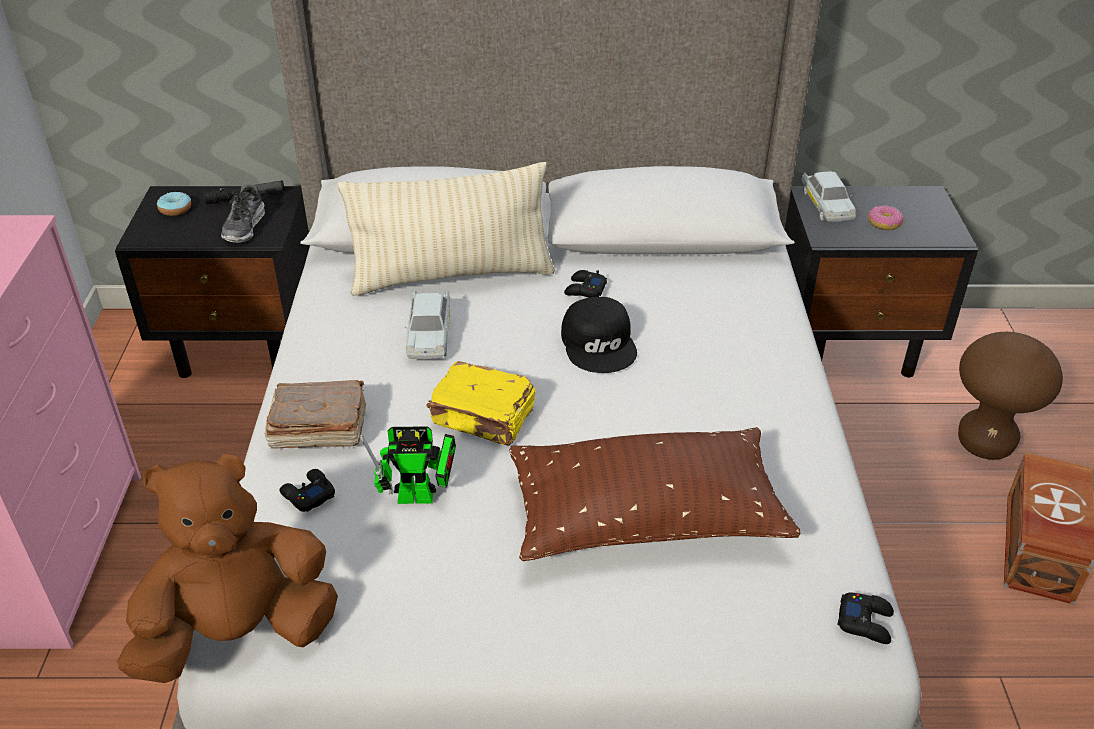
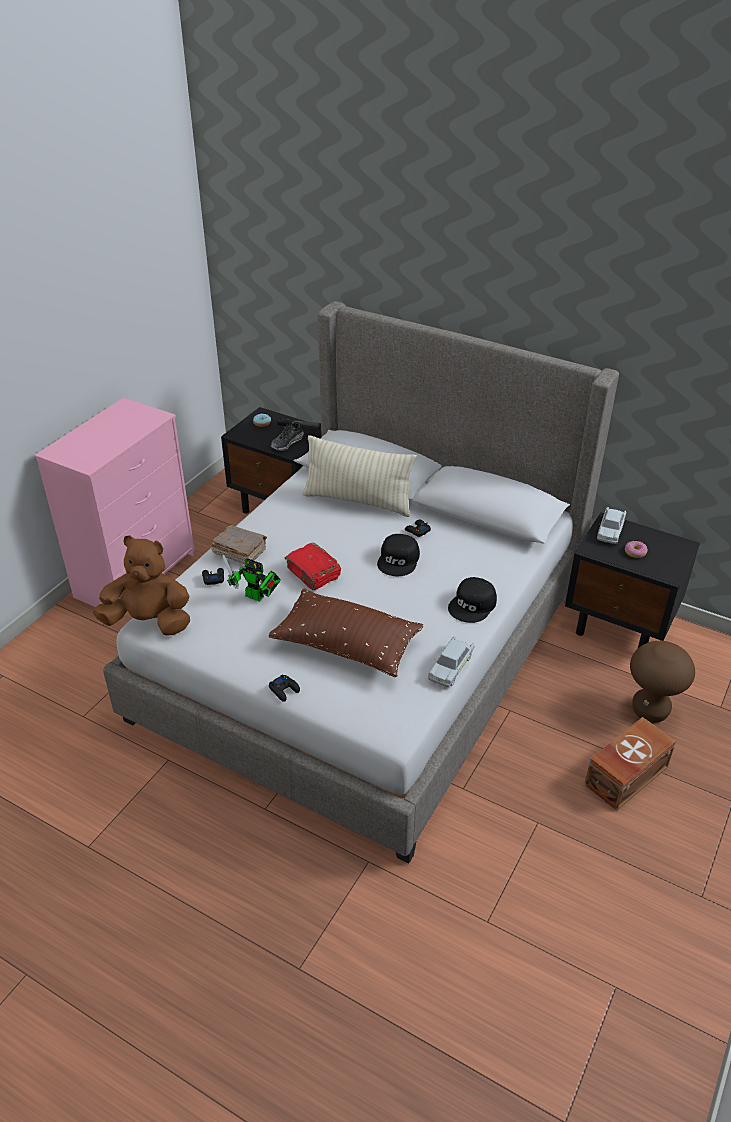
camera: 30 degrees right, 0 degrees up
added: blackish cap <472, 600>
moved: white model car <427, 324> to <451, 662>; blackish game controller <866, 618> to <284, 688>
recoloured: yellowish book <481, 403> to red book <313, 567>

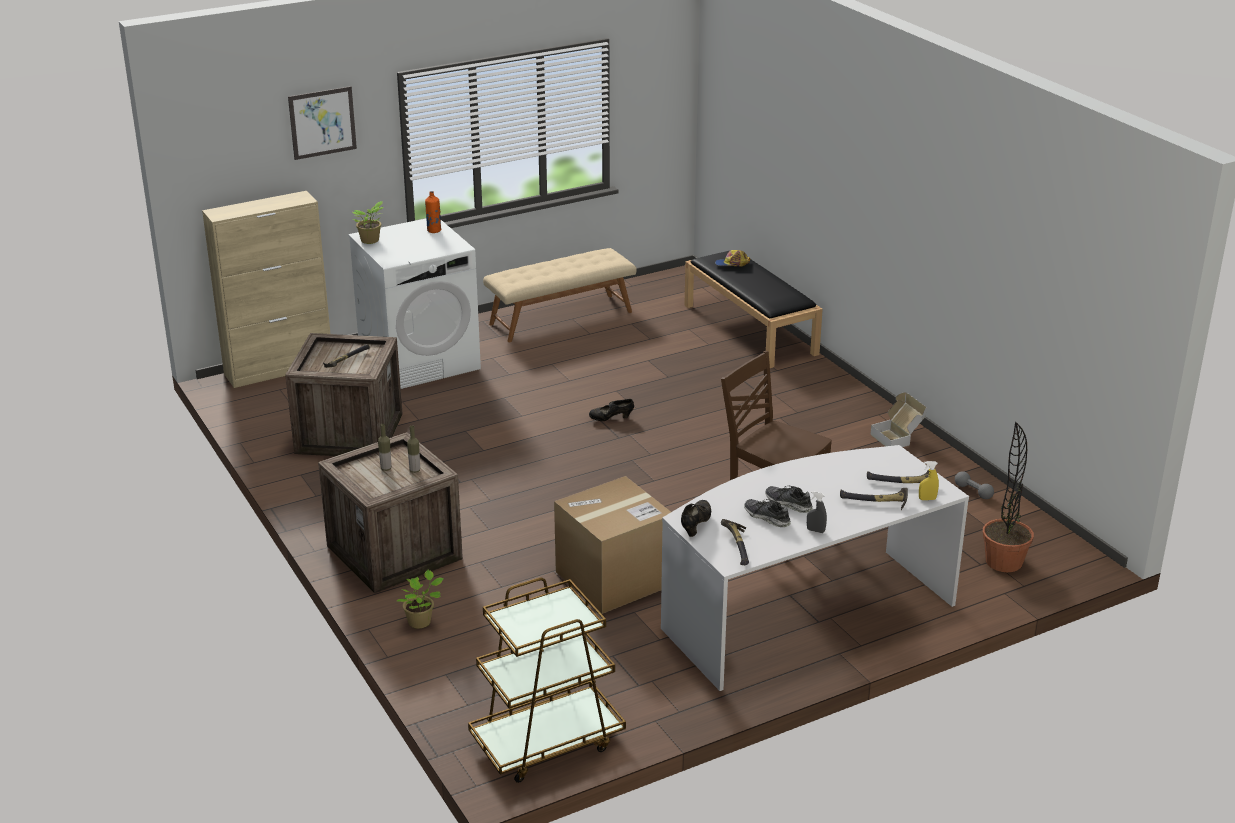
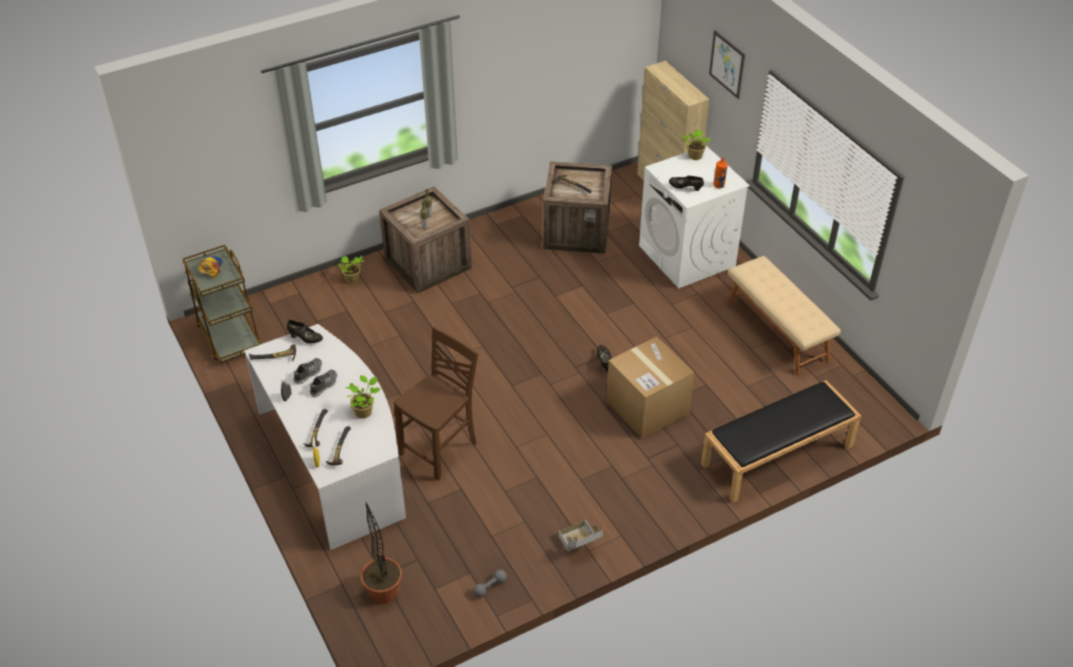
camera: 90 degrees right, 15 degrees up
added: blackish item of footwear <686, 183>; houseplant <363, 397>
moved: cap <732, 258> to <210, 267>; packing box <612, 545> to <650, 387>

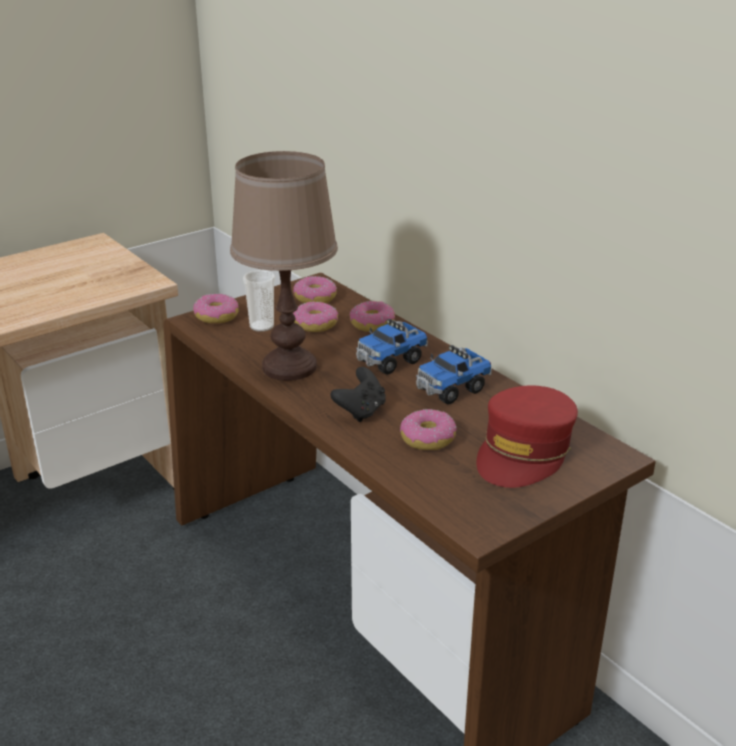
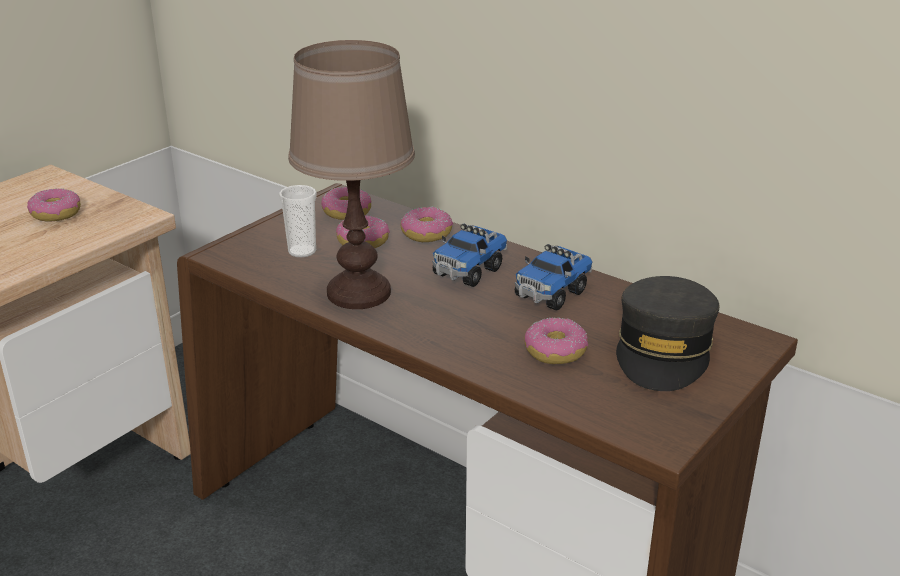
camera: 15 degrees left, 0 degrees up
removed: blackish game controller <358, 394>
moved: doughnut <216, 309> to <54, 205>
recoloured: red cap <527, 436> to gray cap <667, 333>

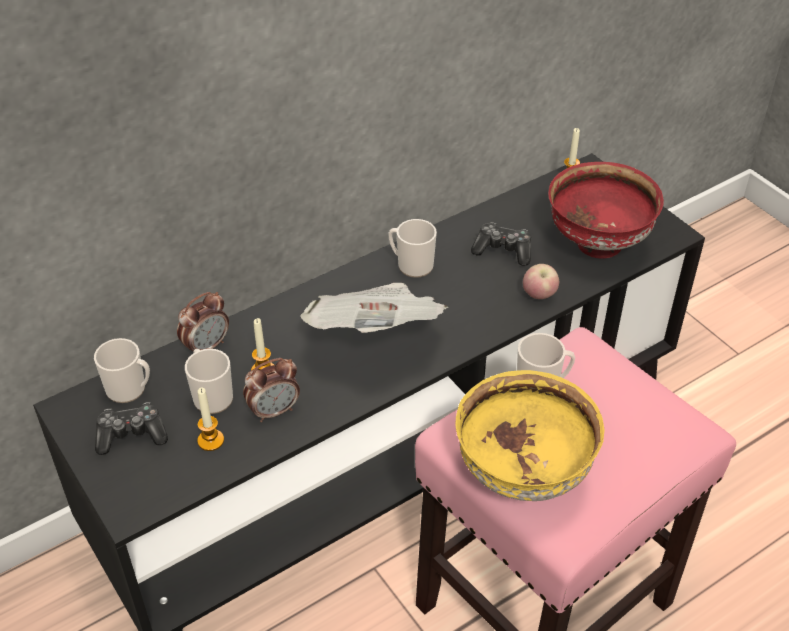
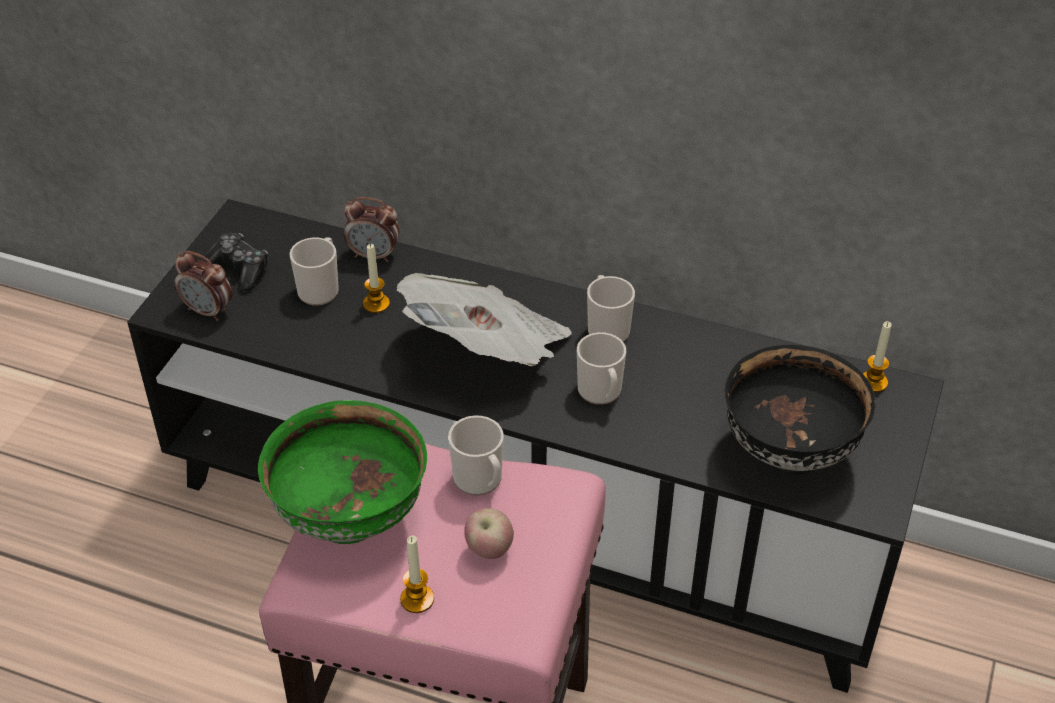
camera: 55 degrees right, 0 degrees up
removed: game controller <501, 244>
moved: apple fruit <541, 281> to <489, 533>; tea mug <122, 370> to <601, 368>; alarm clock <271, 390> to <203, 286>; candle <210, 419> to <417, 574>
recoloured: red serving bowl <606, 210> to blackish serving bowl <800, 409>; yellowish serving bowl <530, 435> to greenish serving bowl <342, 472>

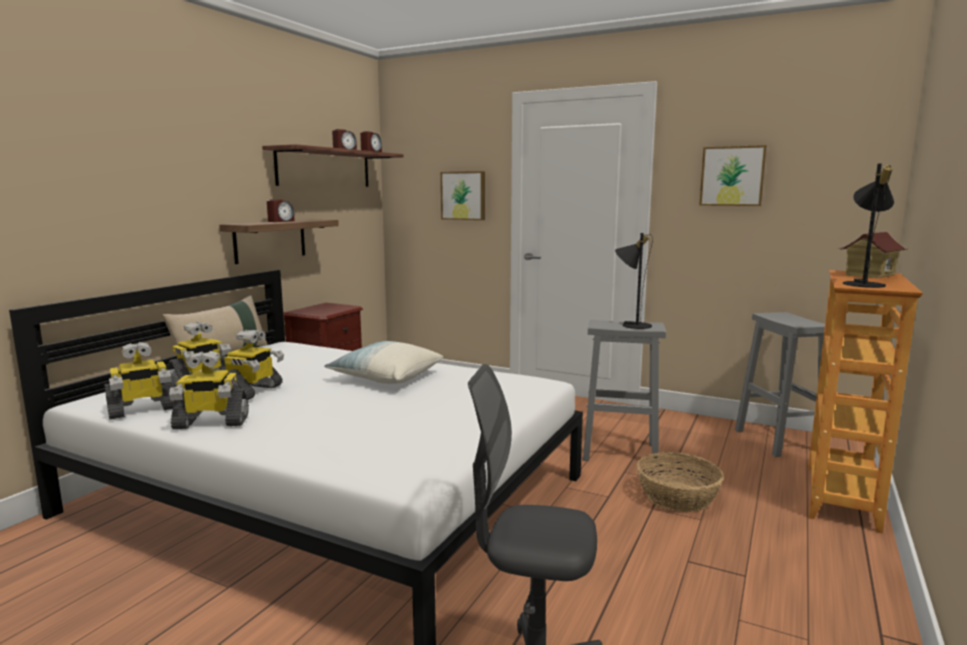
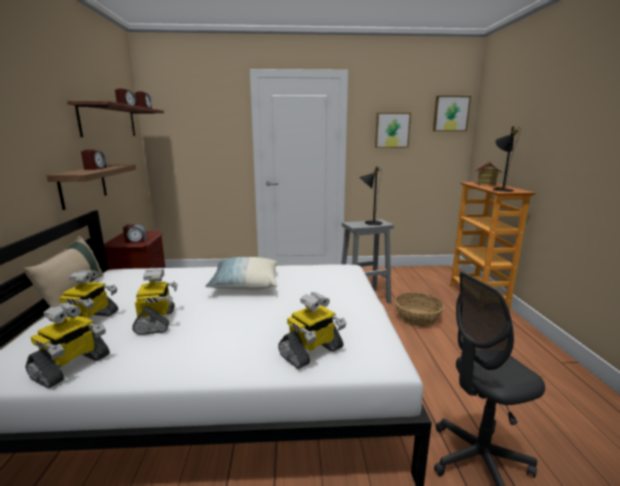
camera: 30 degrees left, 5 degrees up
removed: gray stool <780, 384>
added: alarm clock <135, 233>
moved: wall picture <463, 195> to <452, 113>; robot figure <209, 390> to <312, 330>

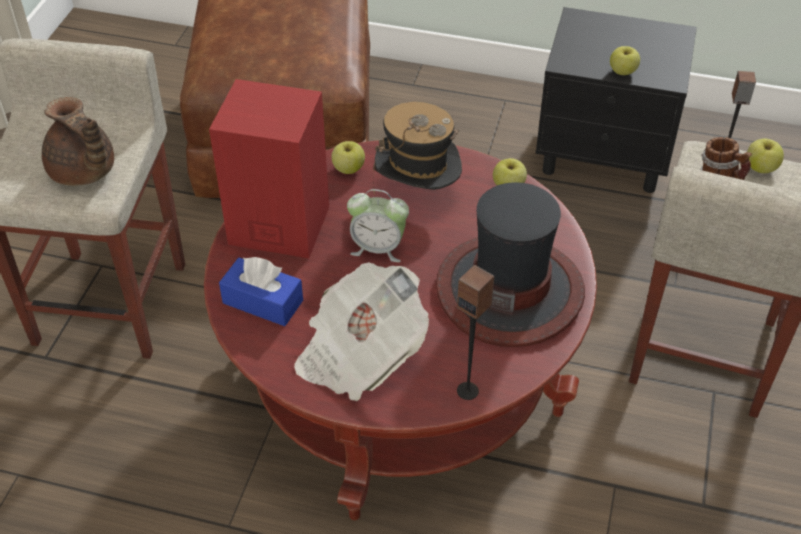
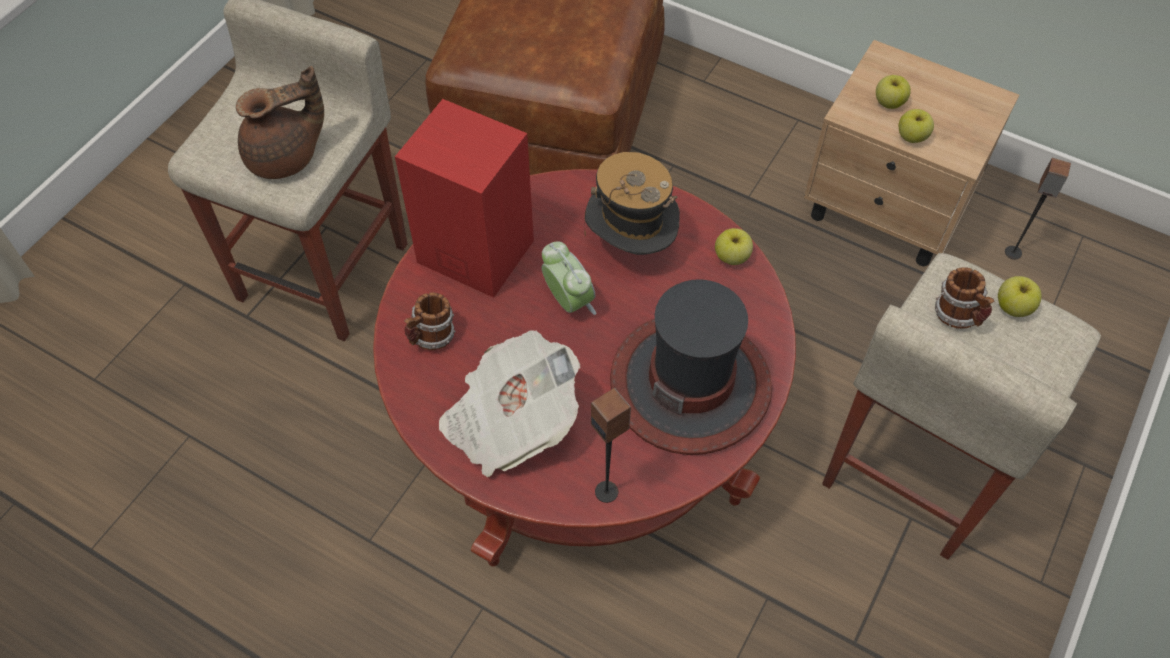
camera: 15 degrees right, 10 degrees up
moved: apple fruit <348, 157> to <893, 92>
replaced: bluish tissue holder <261, 291> to tea mug <429, 321>
recoloured: blackish night table <616, 100> to beige night table <911, 153>
turned: brown-coloured tea pot <78, 141> = <280, 122> 90 degrees counterclockwise; alarm clock <378, 225> = <569, 278> 150 degrees counterclockwise

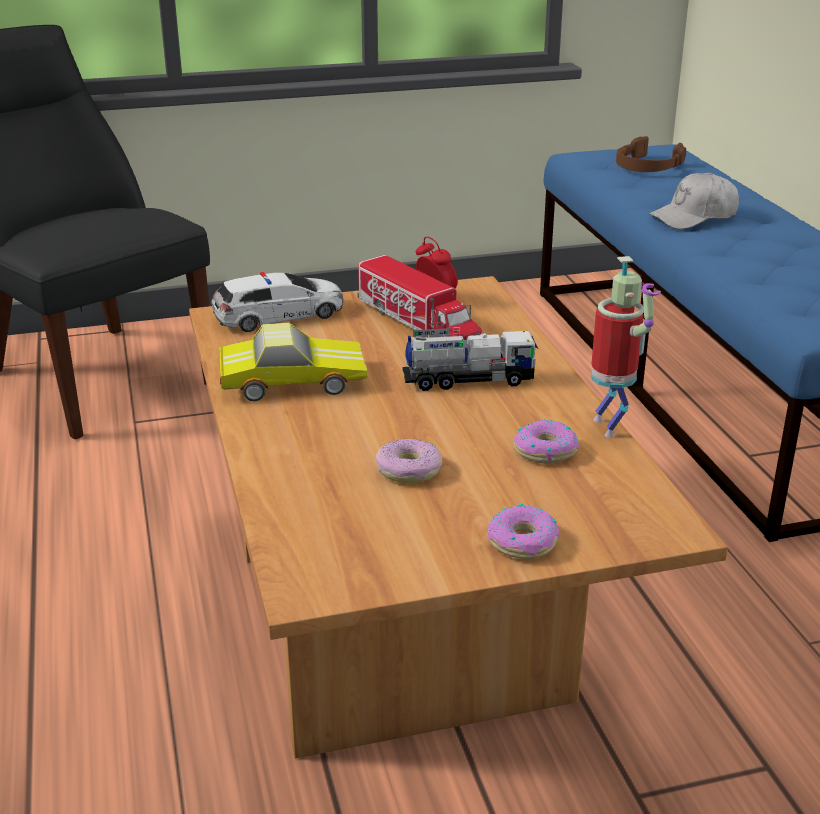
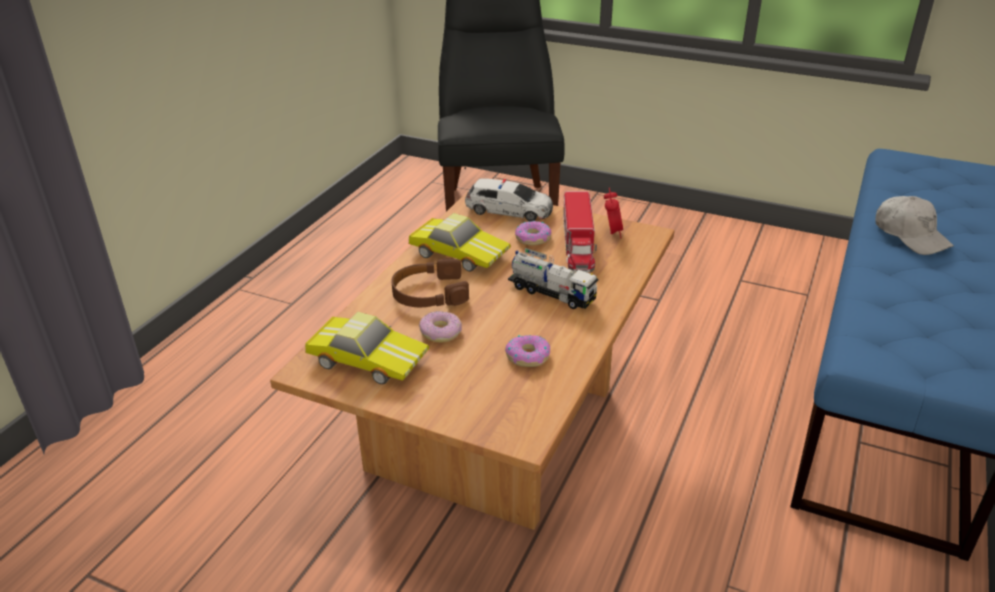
camera: 40 degrees right, 5 degrees up
removed: robot figure <626, 347>
added: model car <367, 348>
moved: brown-coloured pair of headphones <651, 154> to <430, 282>; doughnut <524, 531> to <533, 233>
turned: white cap <694, 200> = <915, 225> 135 degrees counterclockwise

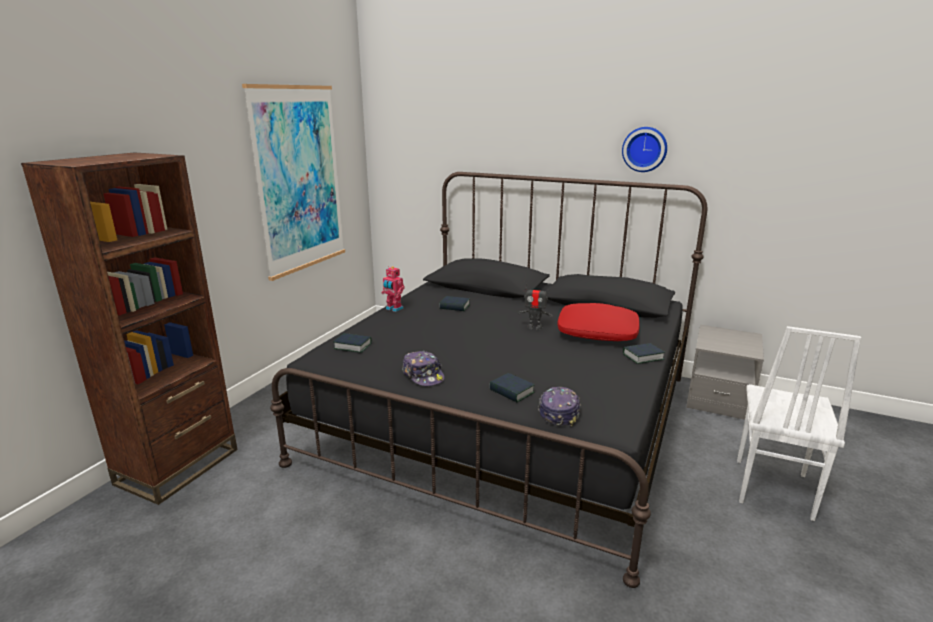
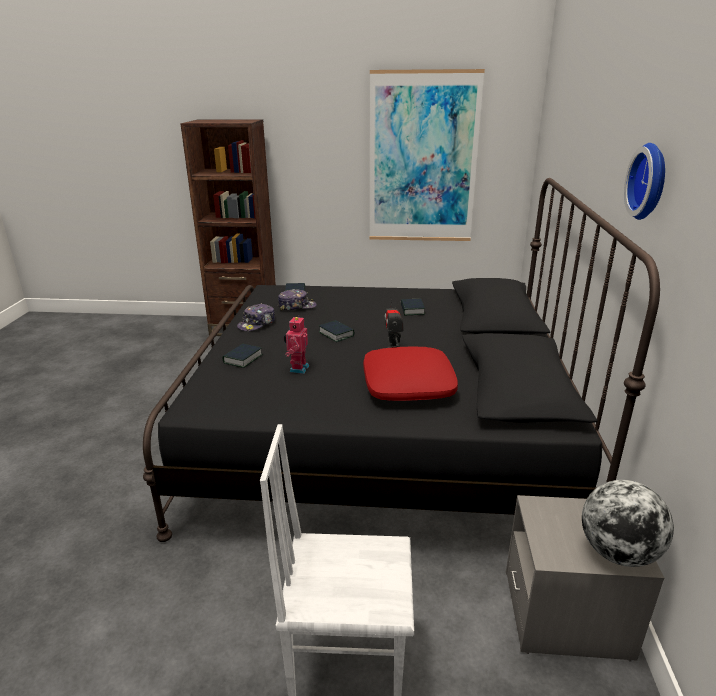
camera: 70 degrees right, 5 degrees up
added: desk globe <628, 523>
moved: robot figure <393, 289> to <296, 344>; book <644, 353> to <336, 331>; cap <559, 407> to <297, 300>

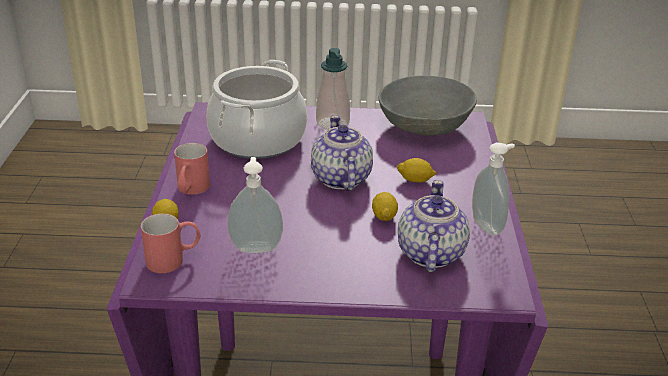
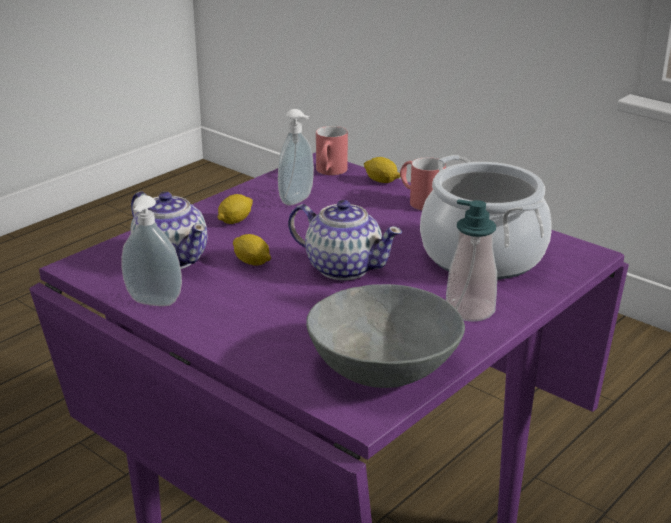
camera: 130 degrees right, 5 degrees down
moved: whole lemon <416, 170> to <235, 209>

